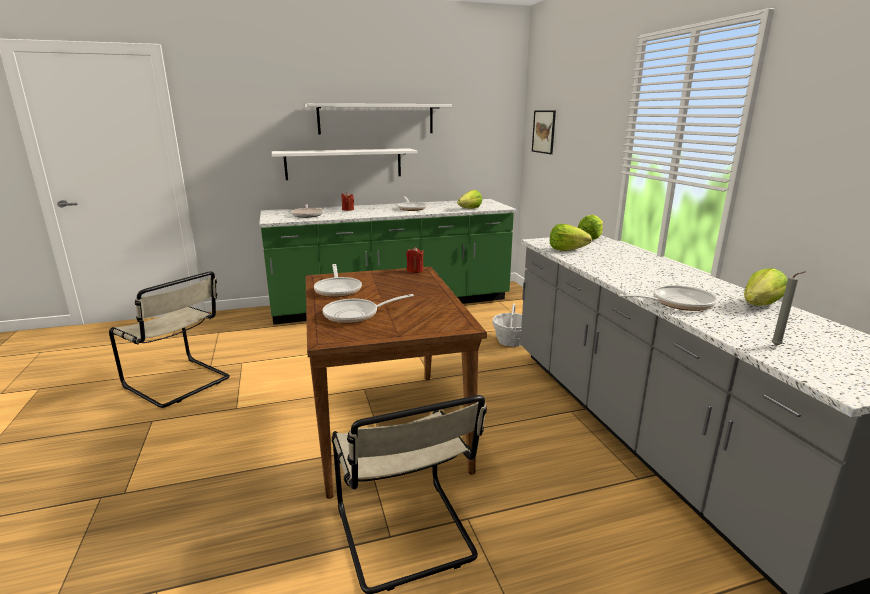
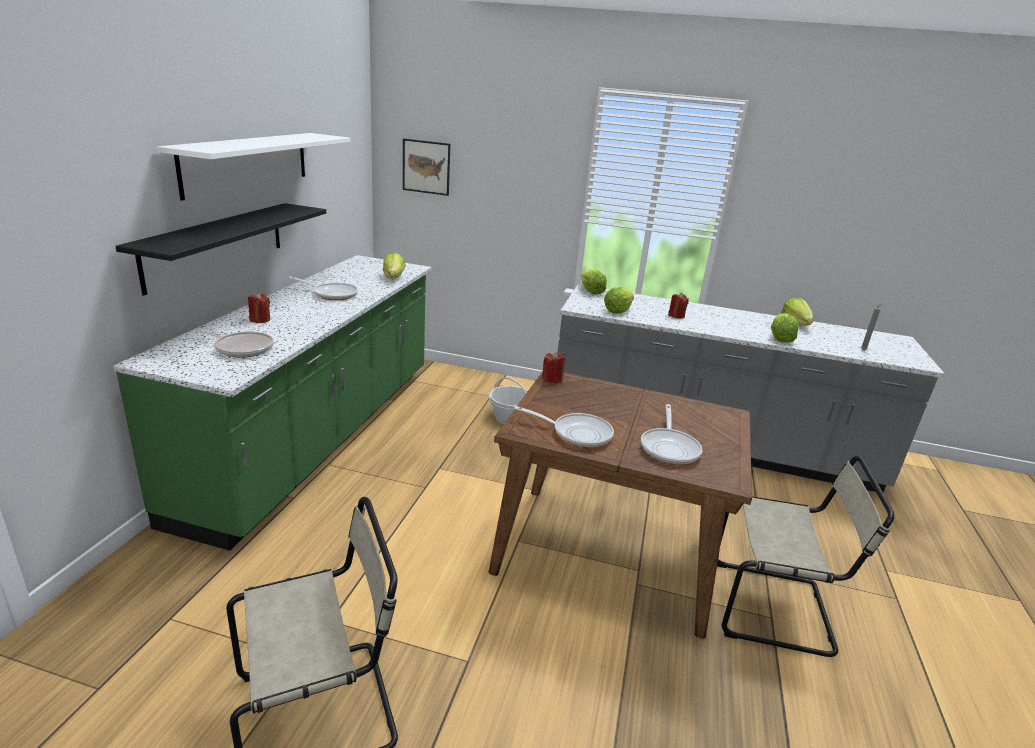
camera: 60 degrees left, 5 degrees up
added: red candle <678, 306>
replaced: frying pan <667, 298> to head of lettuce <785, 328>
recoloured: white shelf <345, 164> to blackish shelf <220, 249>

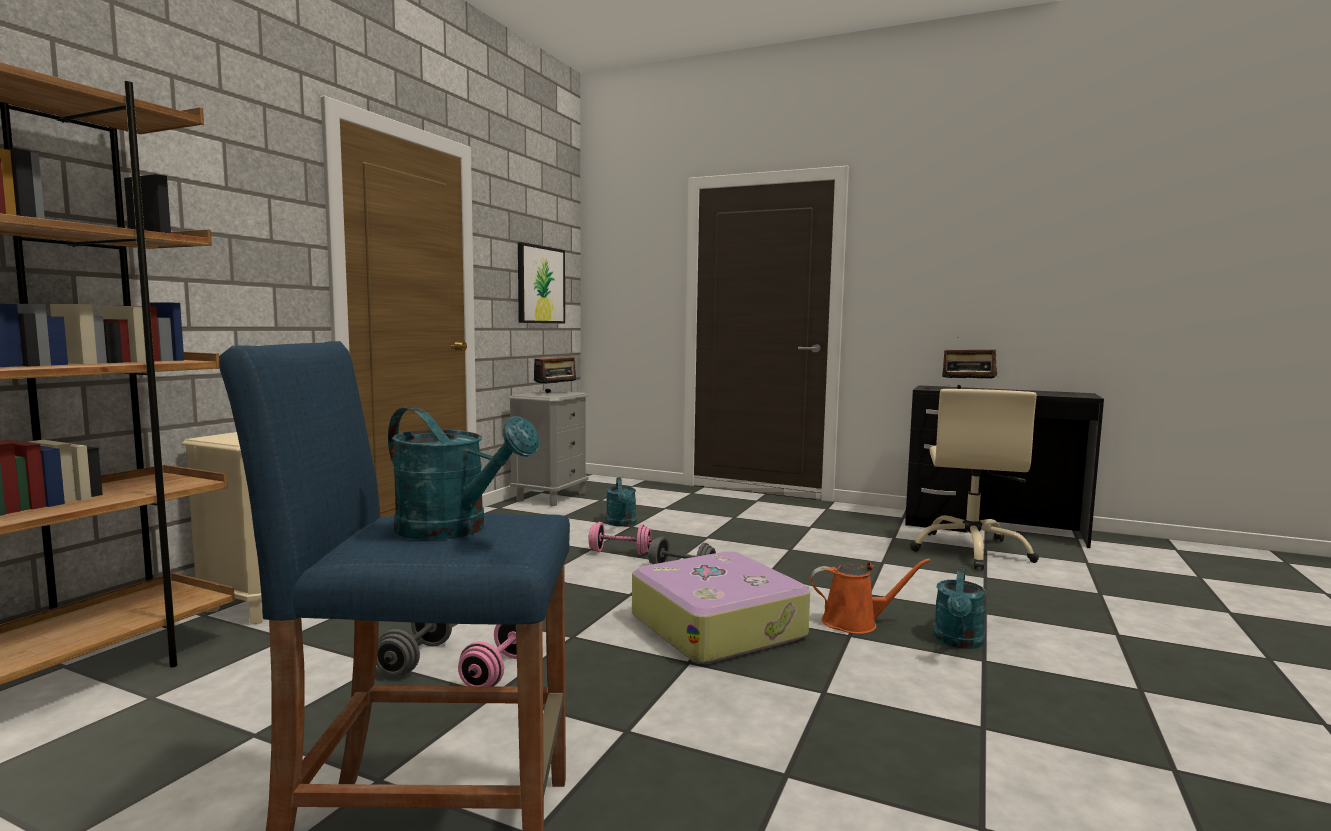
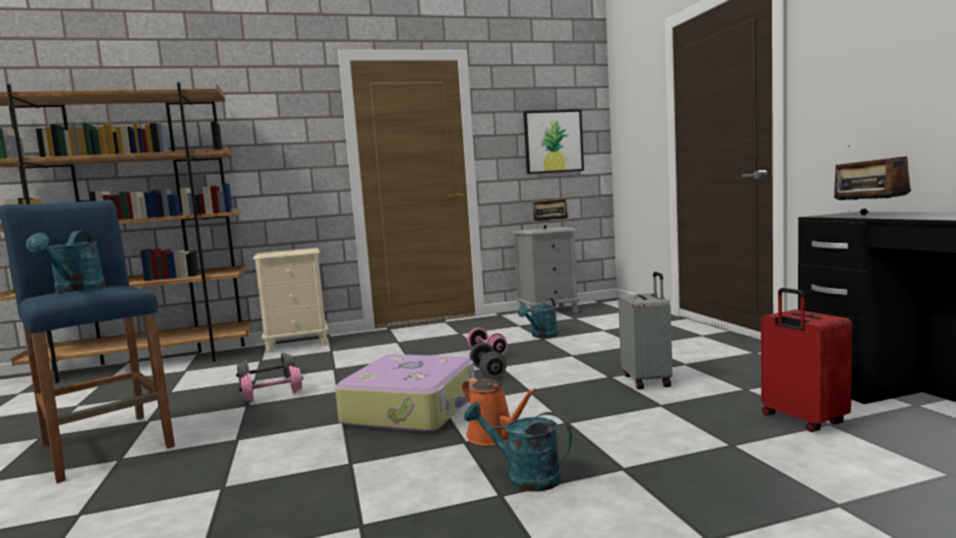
camera: 50 degrees right, 0 degrees up
added: gray suitcase <645, 330>
replaced: beige office chair <974, 479> to red suitcase <806, 360>
turned: turquoise watering can <960, 607> = <518, 446> 45 degrees clockwise

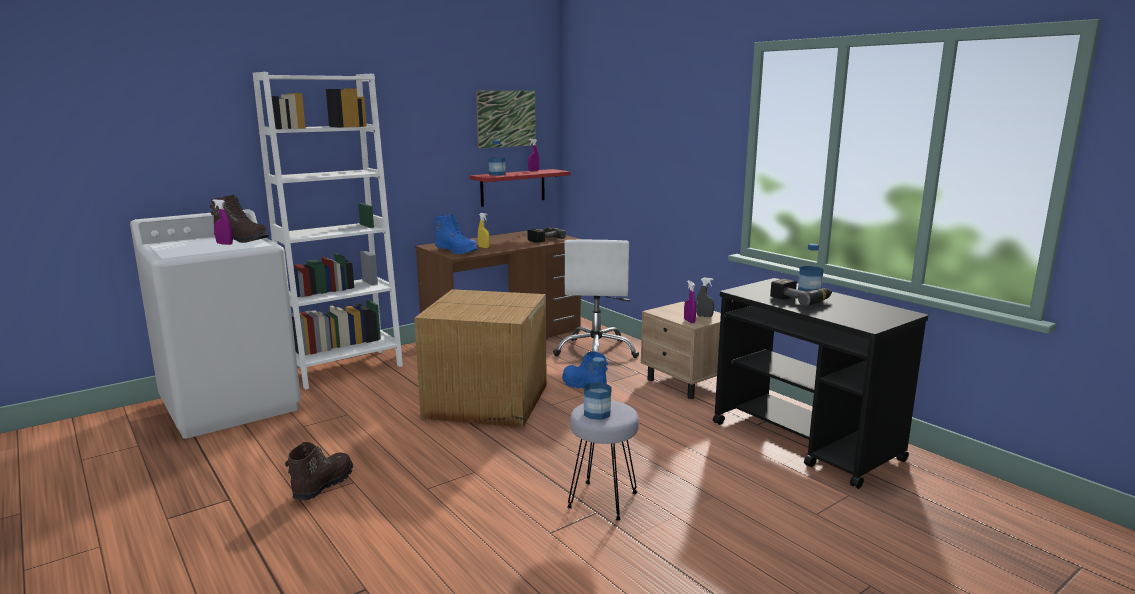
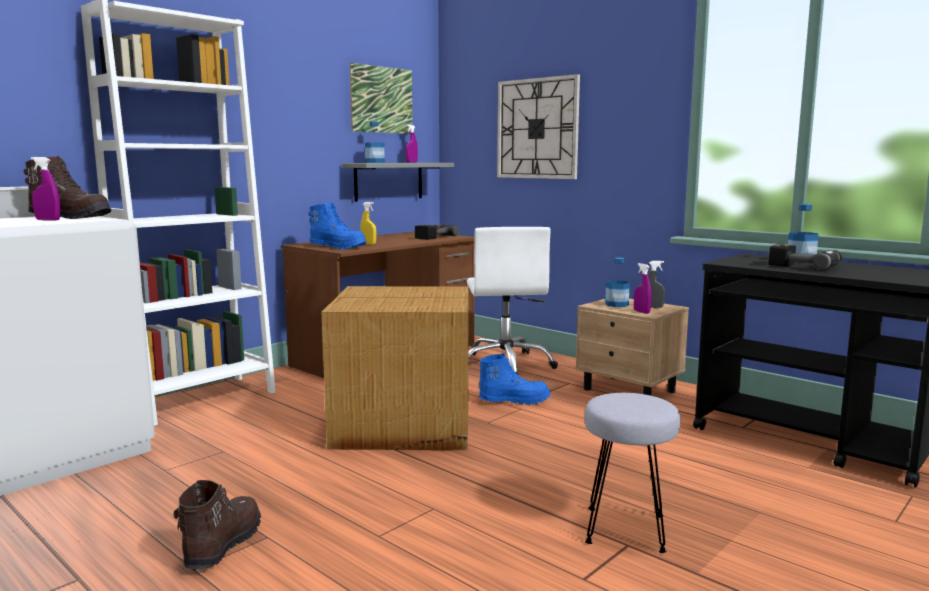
camera: 10 degrees left, 5 degrees down
added: wall clock <538, 126>
moved: bottle <598, 388> to <617, 282>
recoloured: red shelf <520, 188> to gray shelf <398, 182>
turned: bluish tall boot <585, 370> = <514, 379> 135 degrees clockwise

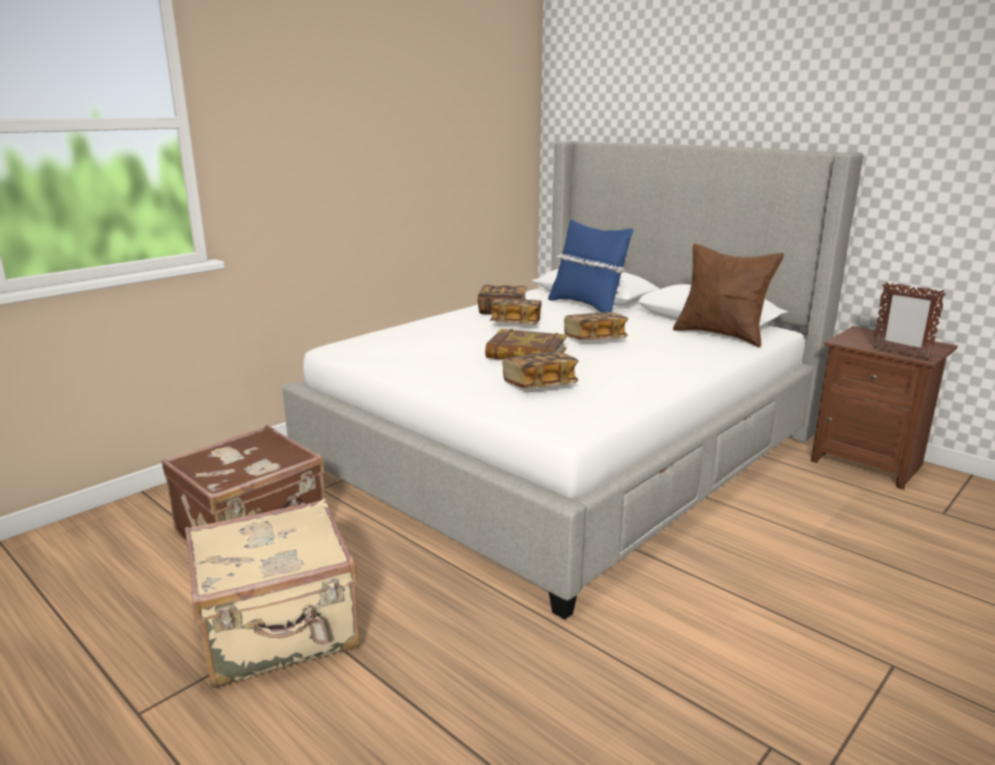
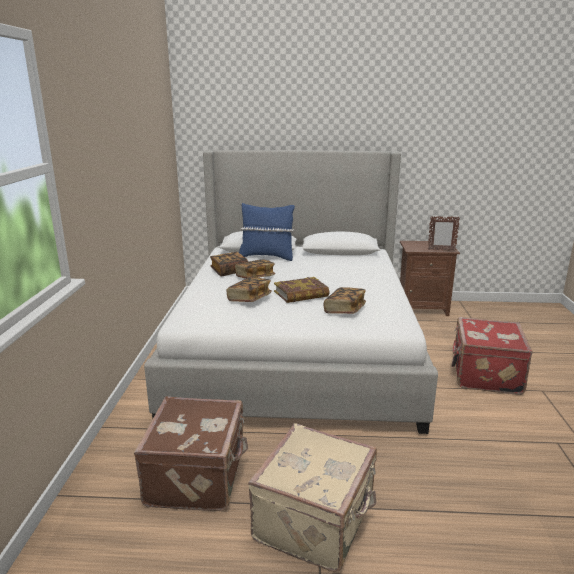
camera: 40 degrees left, 0 degrees up
removed: brown-coloured pillow <728, 295>
added: red suitcase <492, 356>
moved: book <596, 326> to <249, 289>

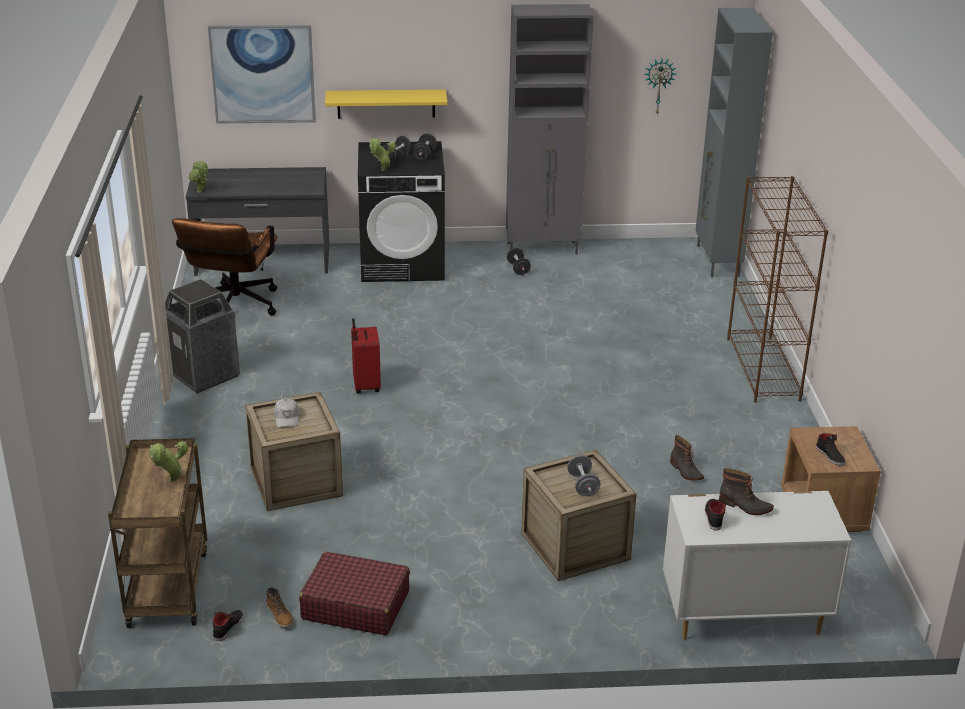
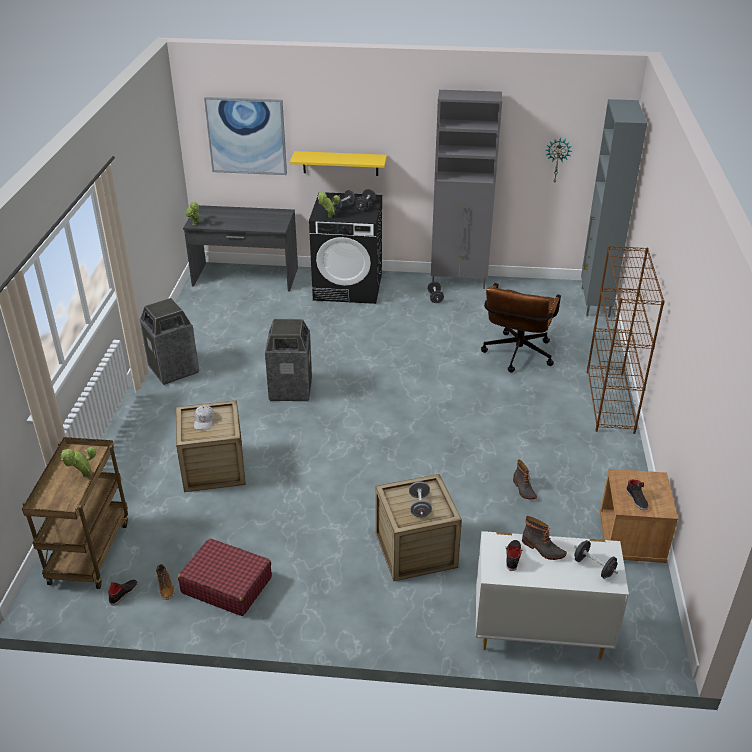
camera: 10 degrees right, 5 degrees up
added: blackish free weight <596, 559>
moved: brown-coloured office chair <224, 266> to <521, 328>
replaced: red suitcase <366, 355> to trash can <288, 360>

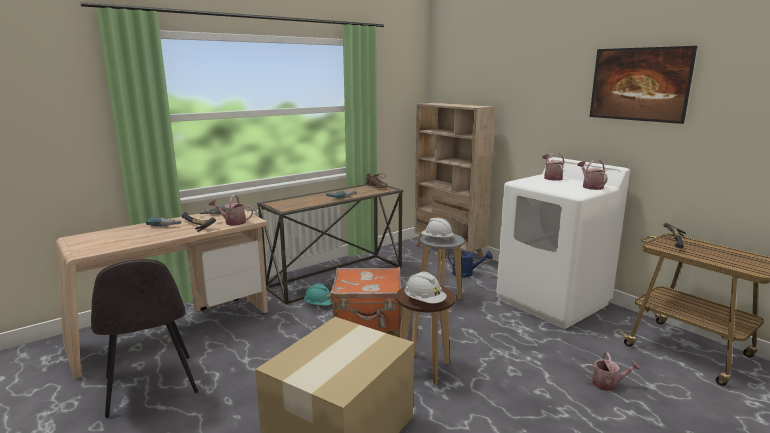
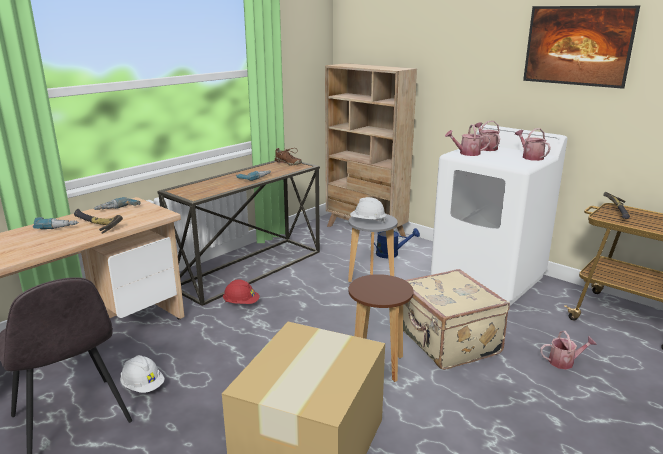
camera: 10 degrees left, 5 degrees up
removed: orange suitcase <366, 302>
added: beige suitcase <456, 319>
moved: watering can <231, 210> to <468, 140>; white safety helmet <426, 288> to <142, 374>
recoloured: turquoise safety helmet <318, 295> to red safety helmet <241, 292>

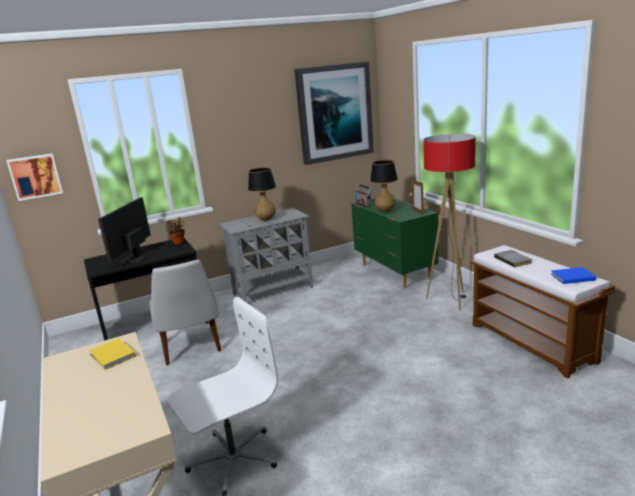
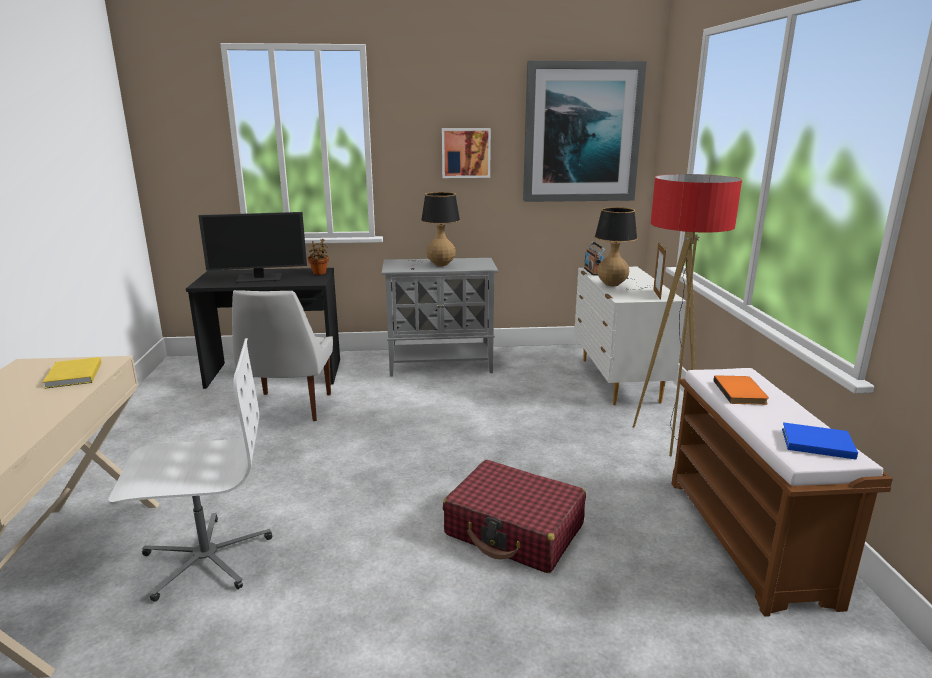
camera: 20 degrees right, 0 degrees up
added: red suitcase <514, 516>
moved: wall picture <34, 177> to <466, 153>
recoloured: greenish chest of drawers <395, 243> to white chest of drawers <630, 336>; gray book <513, 258> to orange book <741, 390>
turned: computer screen <126, 230> = <252, 247> 135 degrees counterclockwise

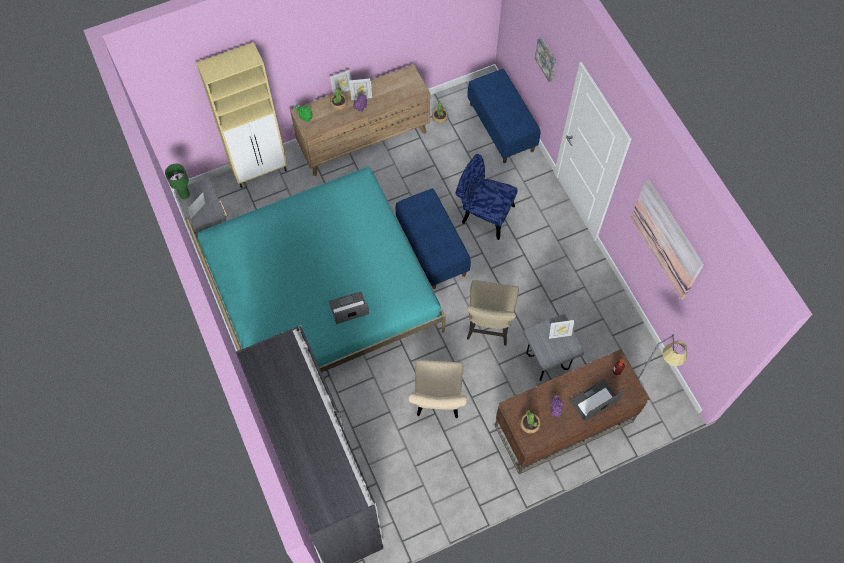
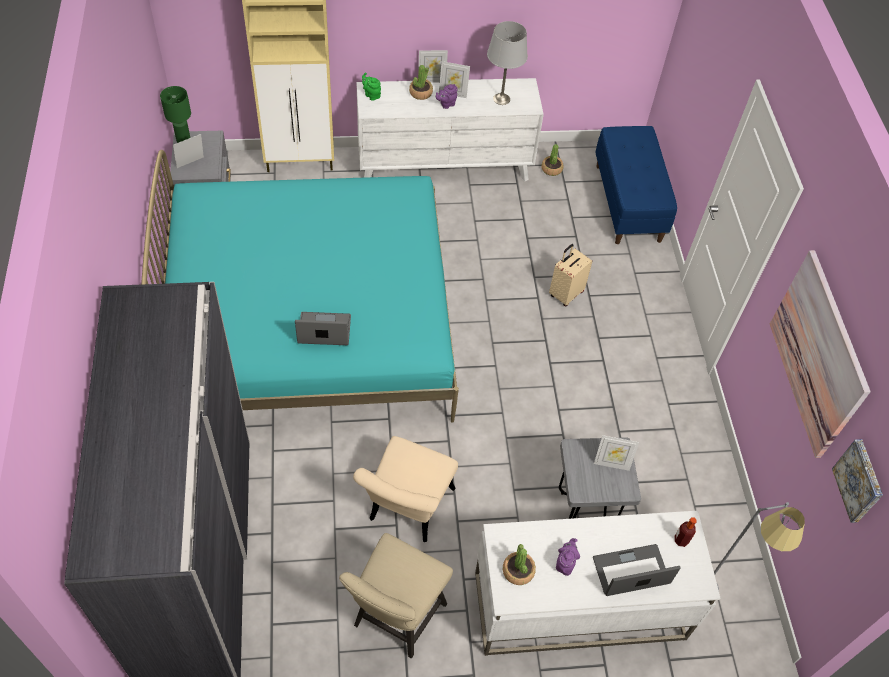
camera: 15 degrees right, 10 degrees down
removed: bluish indoor bench <433, 239>
added: gray tabletop lamp <507, 63>
moved: wall picture <545, 59> to <857, 481>; beige plain chair <493, 312> to <396, 596>
replaced: bluish plain chair <486, 197> to beige suitcase <571, 275>
recoloured: brown-coloured chest of drawers <360, 120> to white chest of drawers <450, 129>; brown-coloured desk <572, 411> to white desk <598, 583>

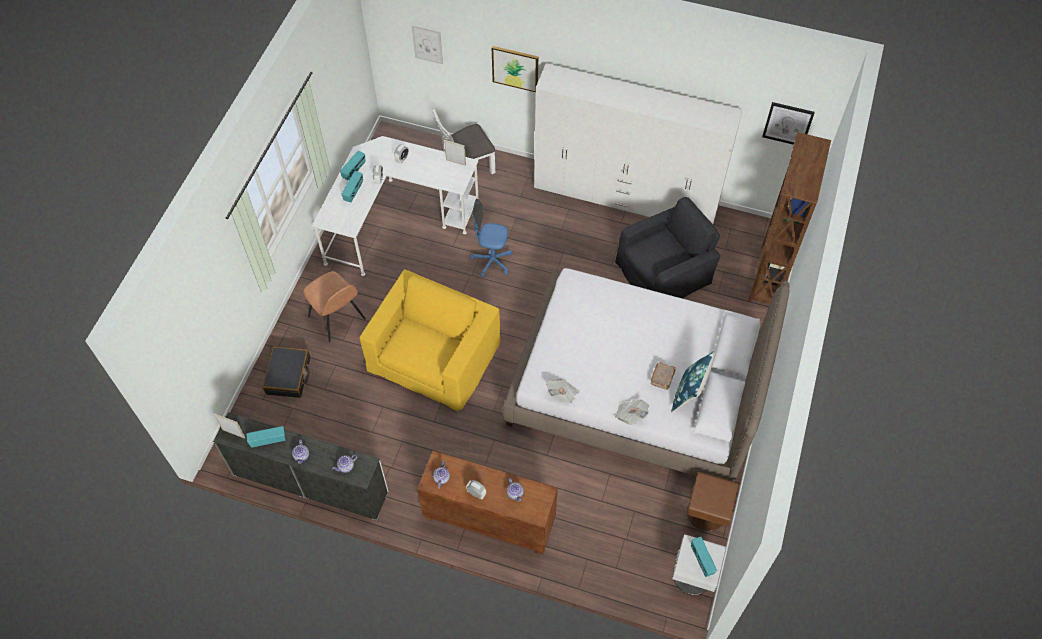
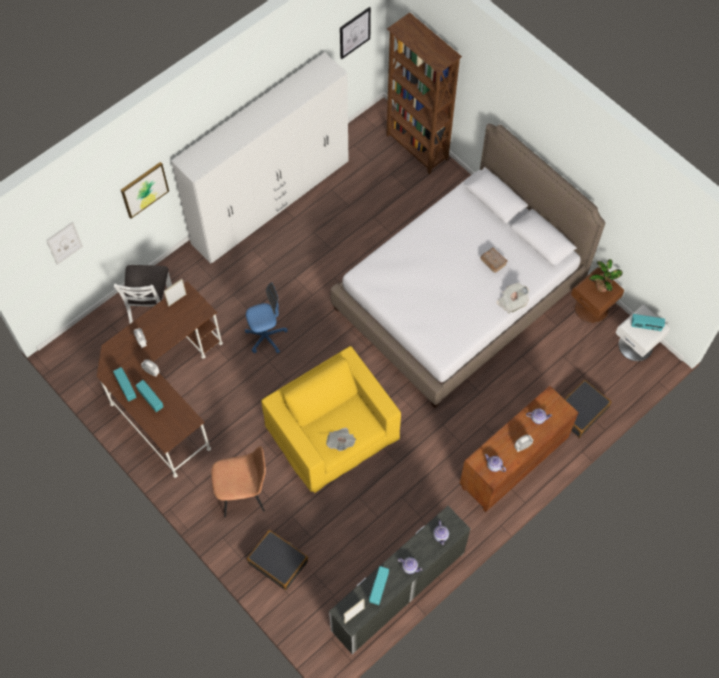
camera: 60 degrees left, 5 degrees up
removed: blackish lounge chair <667, 247>; bluish pillow <693, 381>
added: houseplant <605, 275>; blackish suitcase <588, 409>
moved: daily paper <563, 391> to <341, 439>
recoloured: white desk <395, 206> to brown-coloured desk <160, 379>
turned: bluish office chair <491, 238> = <266, 318> 150 degrees counterclockwise

